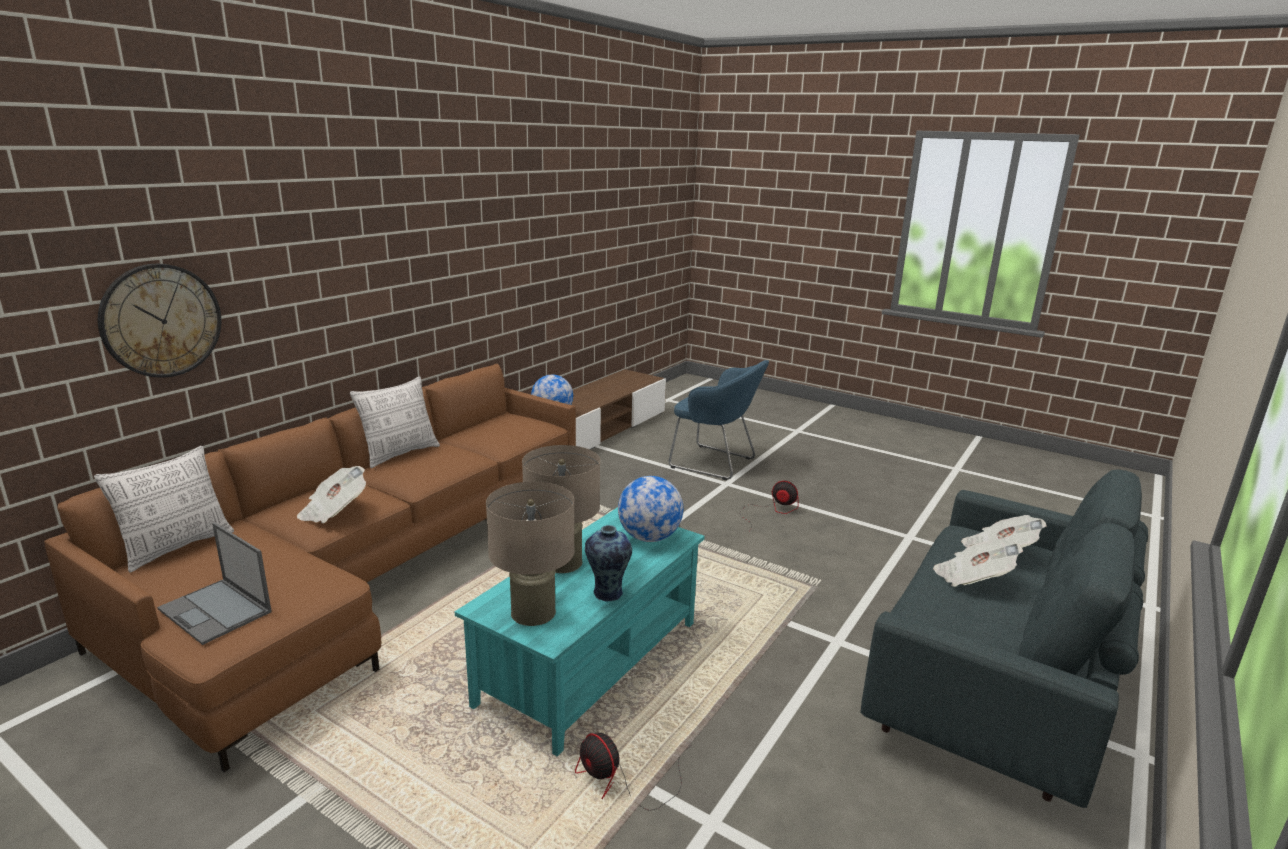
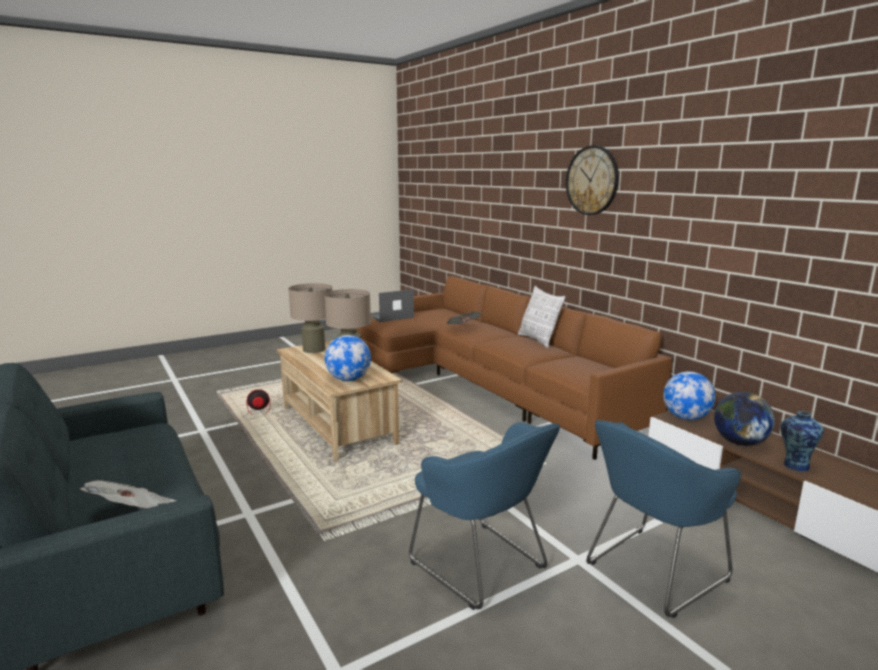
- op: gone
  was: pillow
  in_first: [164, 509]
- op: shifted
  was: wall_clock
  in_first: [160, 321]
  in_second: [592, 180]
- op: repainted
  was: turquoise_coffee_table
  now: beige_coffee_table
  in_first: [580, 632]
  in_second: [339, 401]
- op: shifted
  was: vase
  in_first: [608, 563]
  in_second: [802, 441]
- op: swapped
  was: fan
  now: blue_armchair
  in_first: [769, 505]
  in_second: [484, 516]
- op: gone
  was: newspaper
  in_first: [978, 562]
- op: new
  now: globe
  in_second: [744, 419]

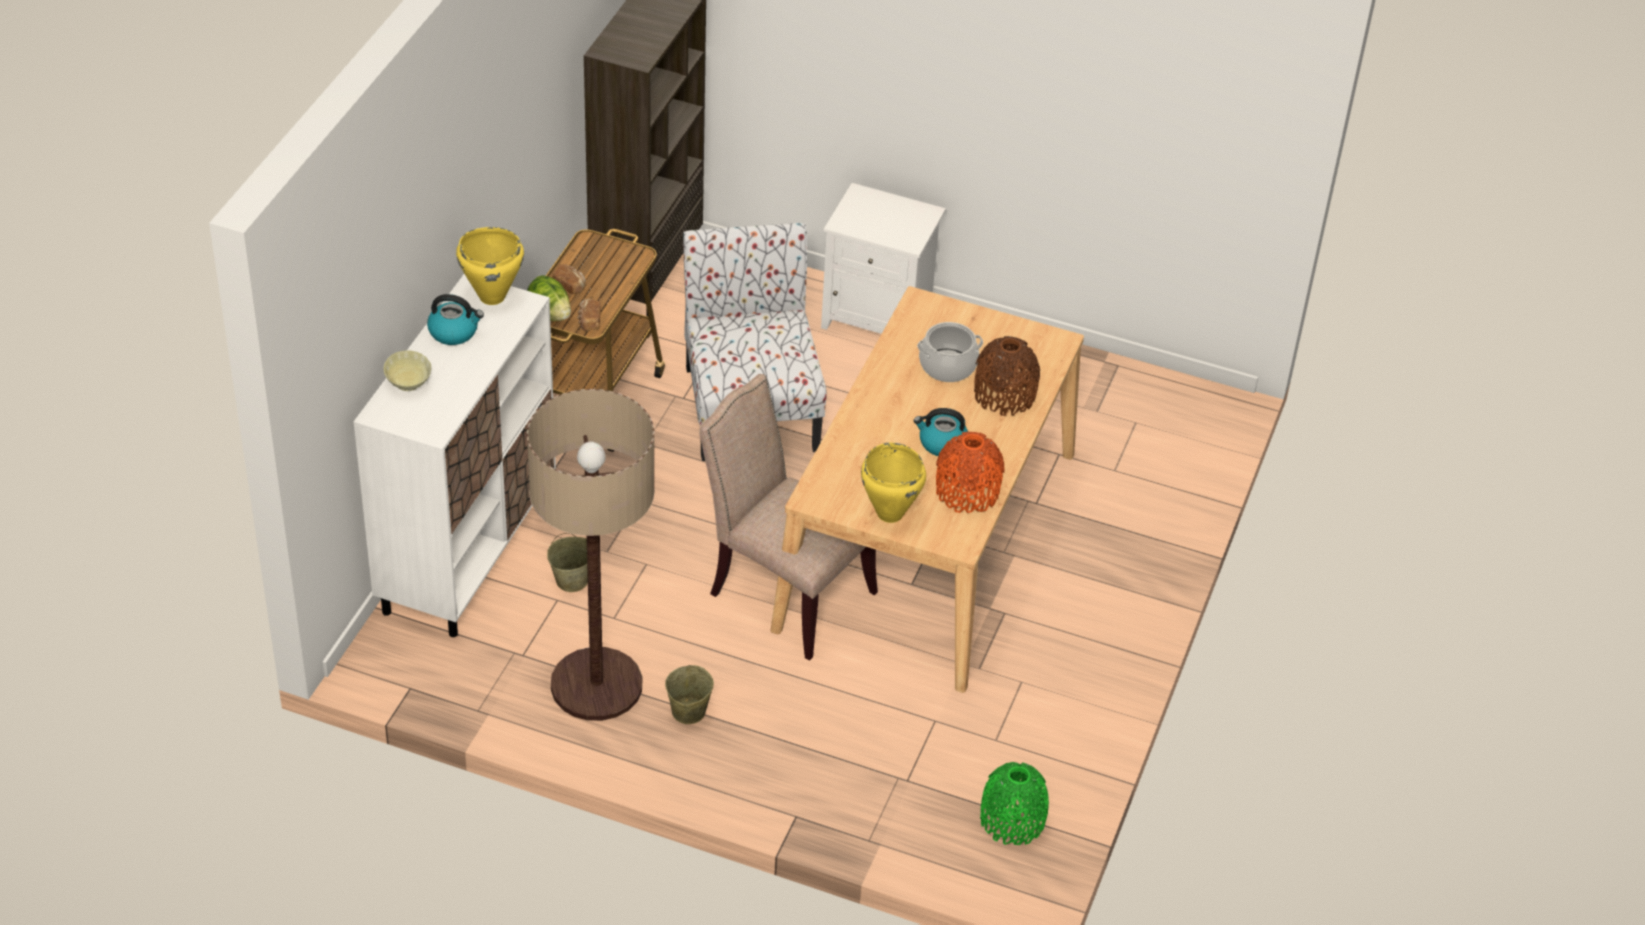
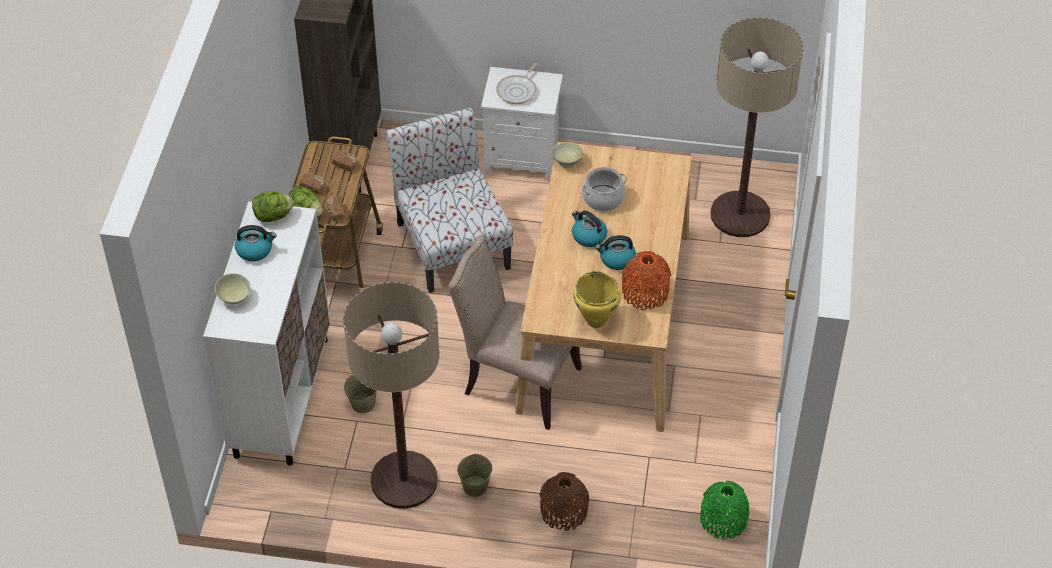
- op: swapped
  was: yellow_cooking_pot
  now: lettuce
  in_first: [490, 266]
  in_second: [273, 206]
- op: shifted
  was: brown_vase
  in_first: [1007, 376]
  in_second: [564, 501]
- op: new
  now: bread
  in_second: [345, 160]
- op: new
  now: frying_pan
  in_second: [516, 83]
- op: new
  now: beige_bowl
  in_second: [567, 155]
- op: new
  now: kettle
  in_second: [589, 229]
- op: new
  now: floor_lamp
  in_second: [756, 127]

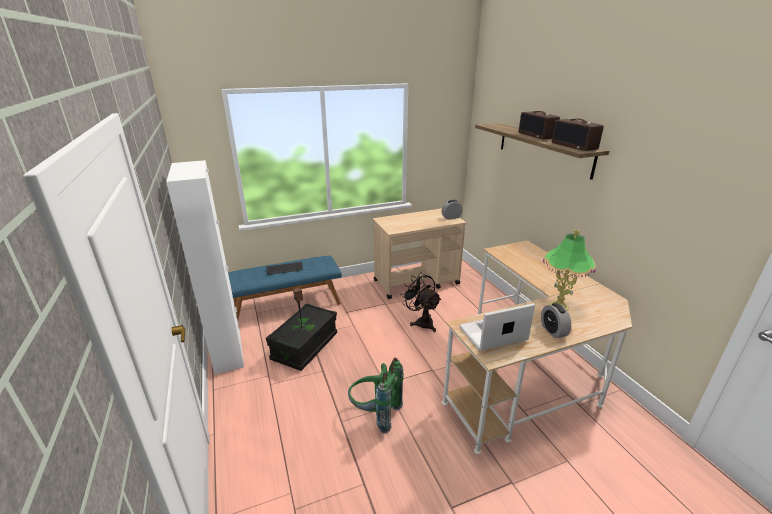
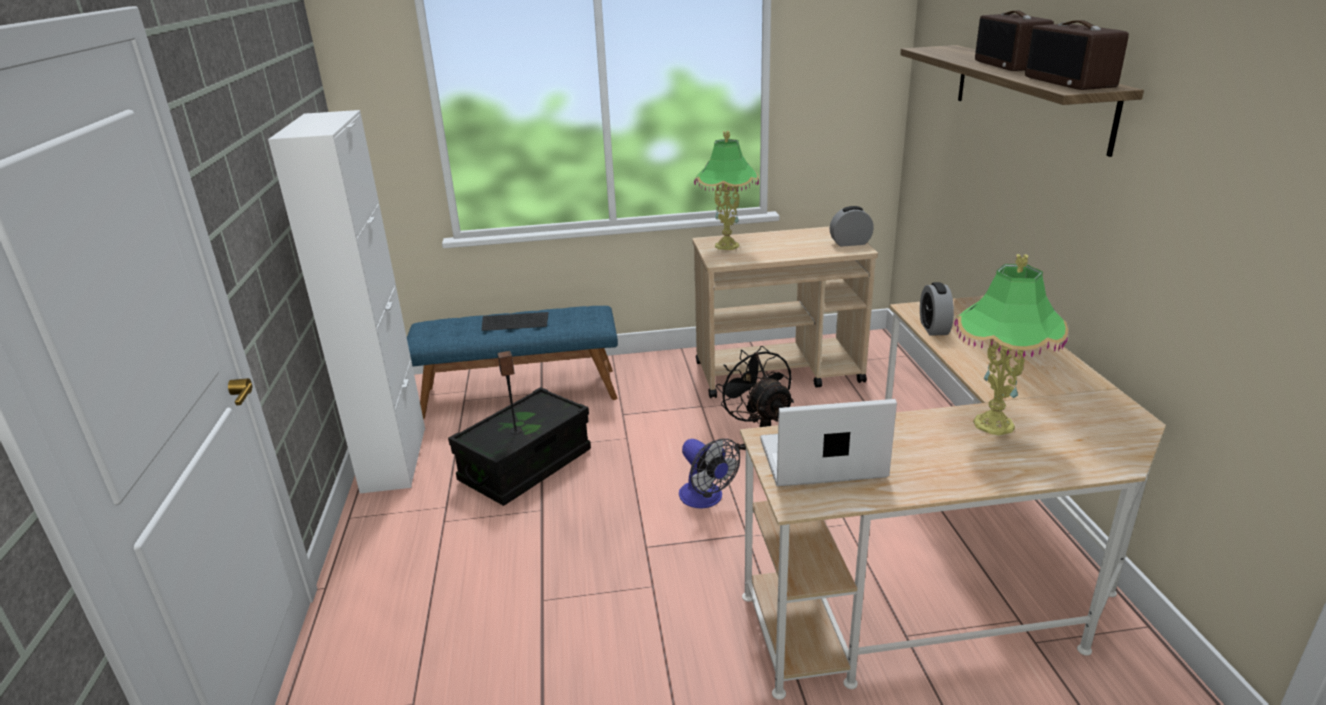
- op: gone
  was: green_backpack
  in_first: [376, 395]
- op: shifted
  was: alarm_clock
  in_first: [556, 320]
  in_second: [937, 309]
- op: new
  now: fan
  in_second: [709, 473]
- op: new
  now: table_lamp
  in_second: [726, 190]

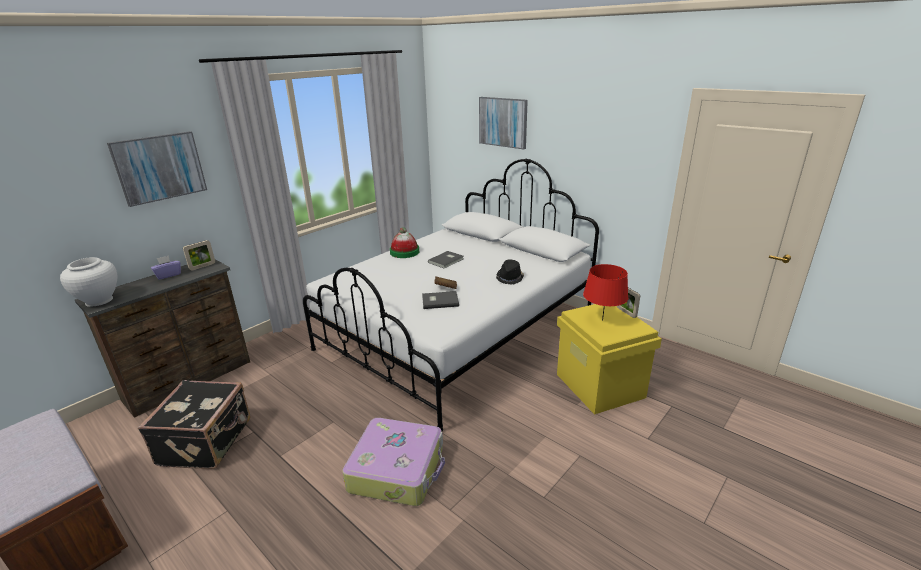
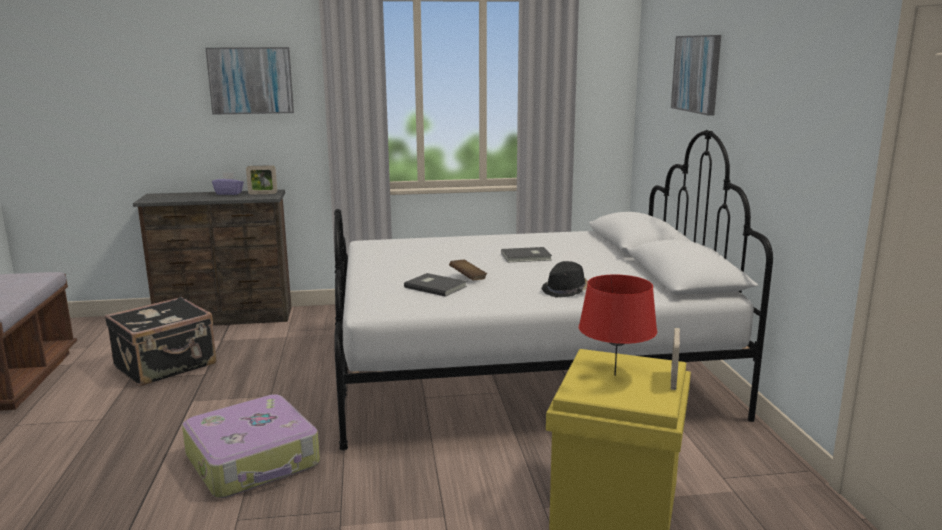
- op: gone
  was: white_vase
  in_first: [89, 282]
- op: gone
  was: hat
  in_first: [404, 242]

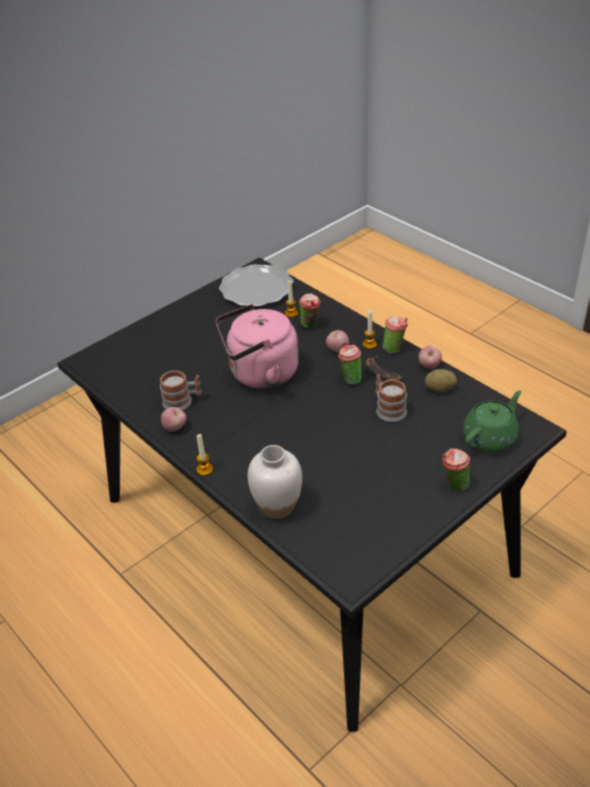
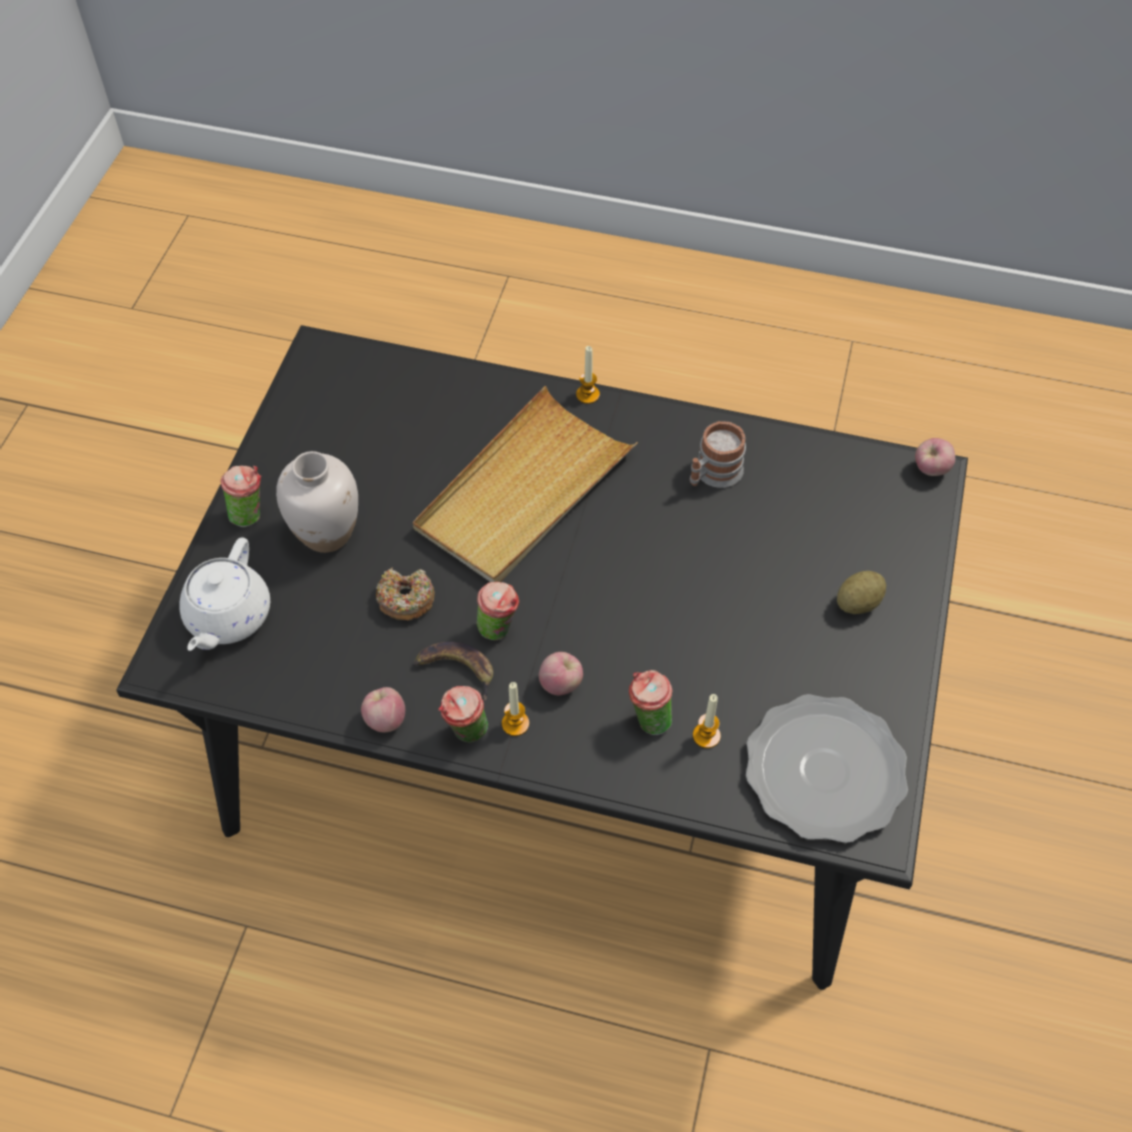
- op: shifted
  was: apple
  in_first: [174, 419]
  in_second: [935, 457]
- op: gone
  was: pink_kettle
  in_first: [257, 346]
- op: shifted
  was: white_vase
  in_first: [275, 482]
  in_second: [317, 502]
- op: swapped
  was: mug
  now: donut
  in_first: [391, 398]
  in_second: [405, 594]
- op: shifted
  was: potato
  in_first: [441, 380]
  in_second: [861, 592]
- op: repainted
  was: green_teapot
  now: white_teapot
  in_first: [492, 421]
  in_second: [224, 594]
- op: new
  now: beige_tray
  in_second: [525, 484]

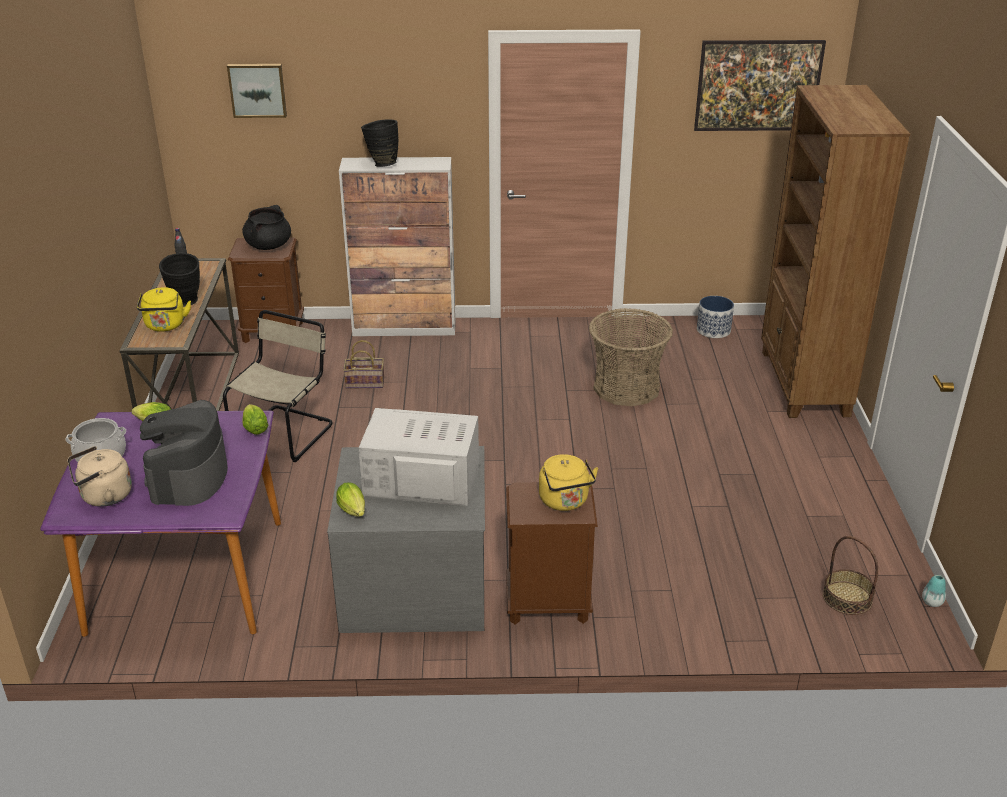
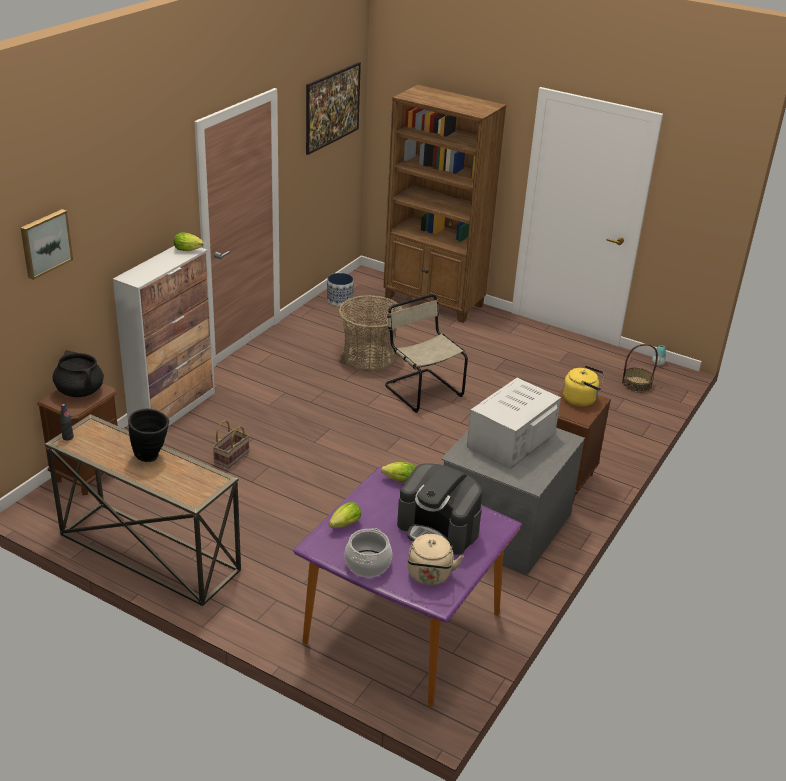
- op: gone
  was: yellow_kettle
  in_first: [164, 309]
- op: shifted
  was: beige_chair
  in_first: [278, 386]
  in_second: [426, 353]
- op: shifted
  was: lettuce
  in_first: [350, 499]
  in_second: [189, 241]
- op: gone
  was: black_vase
  in_first: [380, 143]

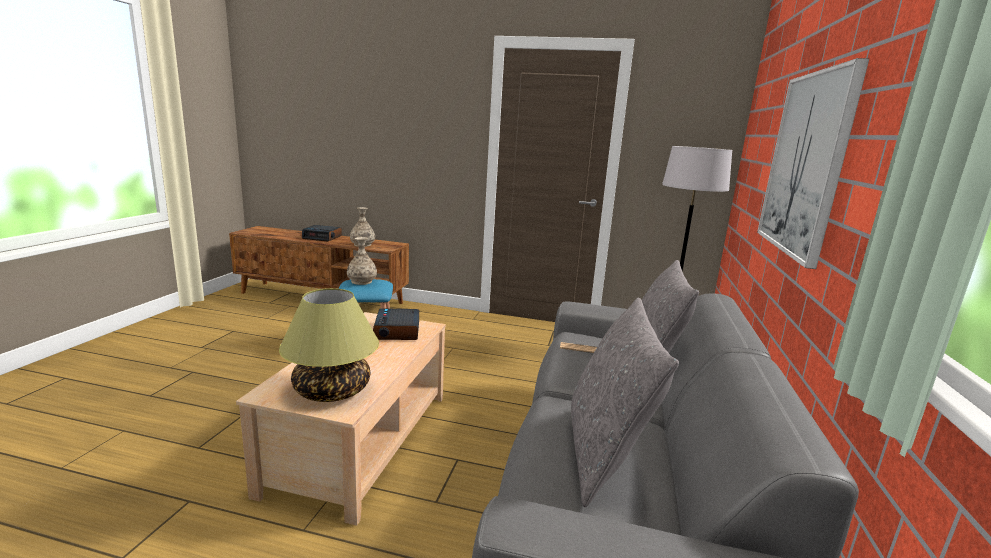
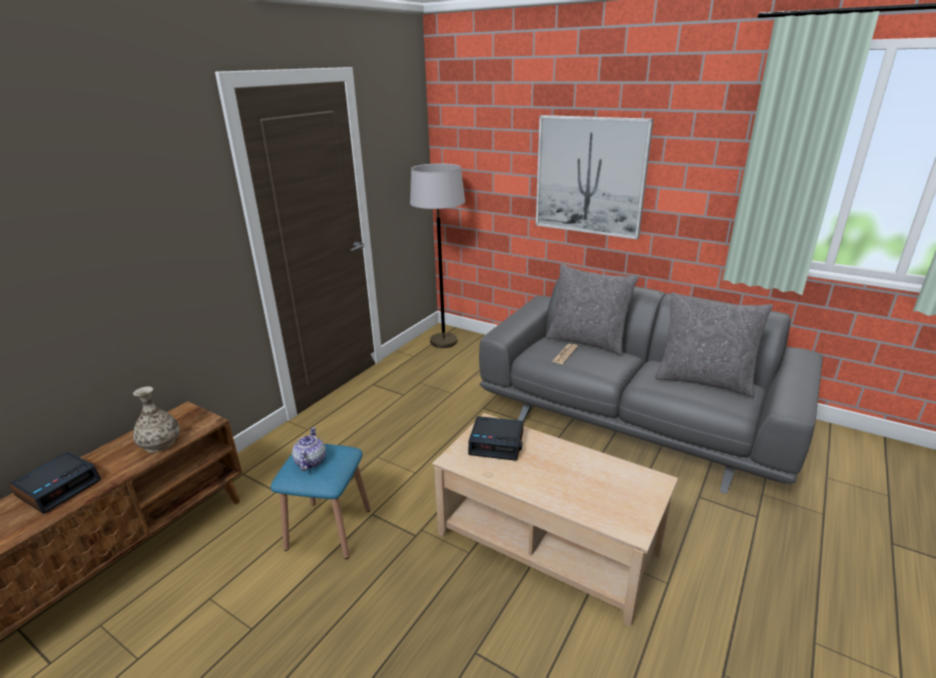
- op: gone
  was: table_lamp
  in_first: [329, 345]
- op: swapped
  was: vase
  now: teapot
  in_first: [362, 261]
  in_second: [309, 449]

